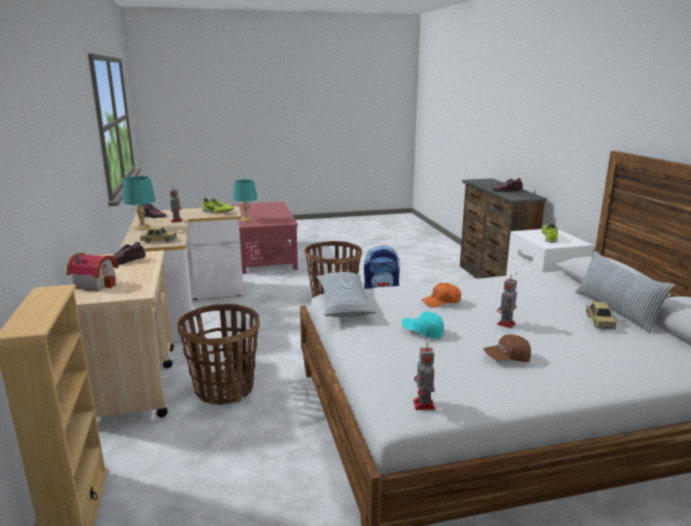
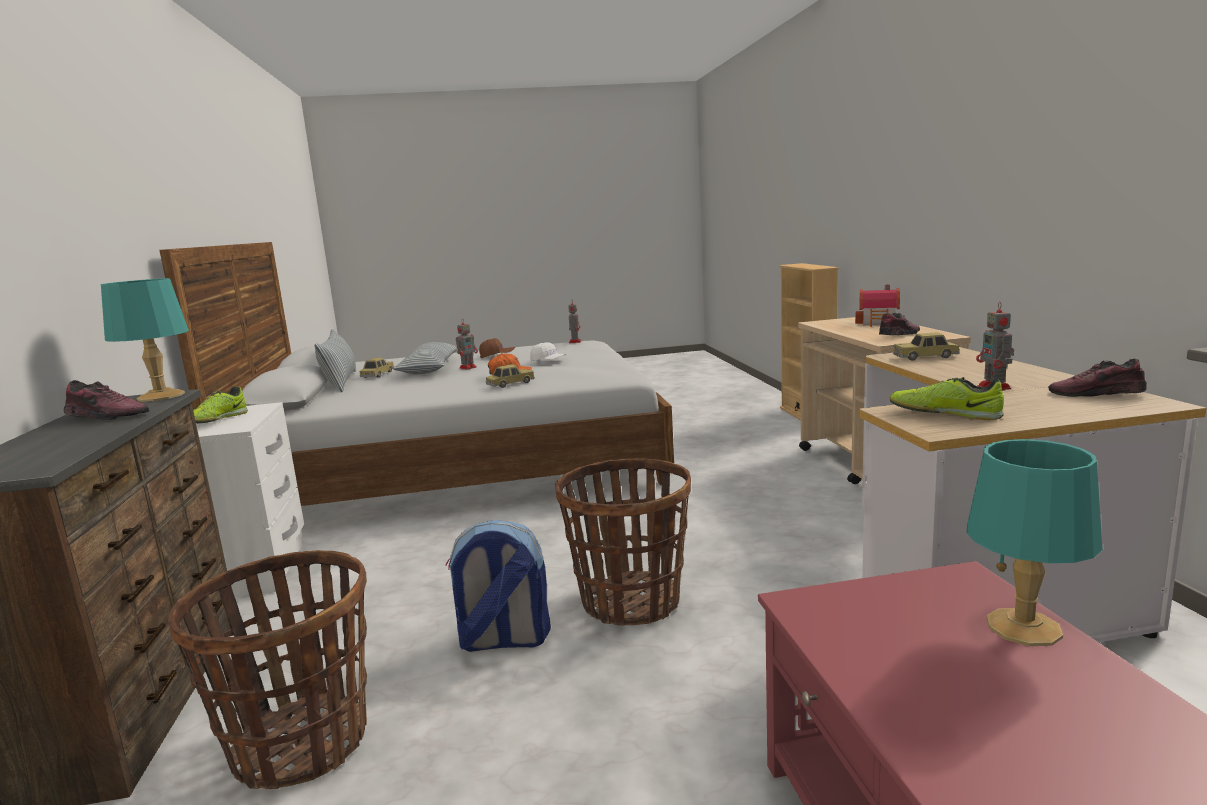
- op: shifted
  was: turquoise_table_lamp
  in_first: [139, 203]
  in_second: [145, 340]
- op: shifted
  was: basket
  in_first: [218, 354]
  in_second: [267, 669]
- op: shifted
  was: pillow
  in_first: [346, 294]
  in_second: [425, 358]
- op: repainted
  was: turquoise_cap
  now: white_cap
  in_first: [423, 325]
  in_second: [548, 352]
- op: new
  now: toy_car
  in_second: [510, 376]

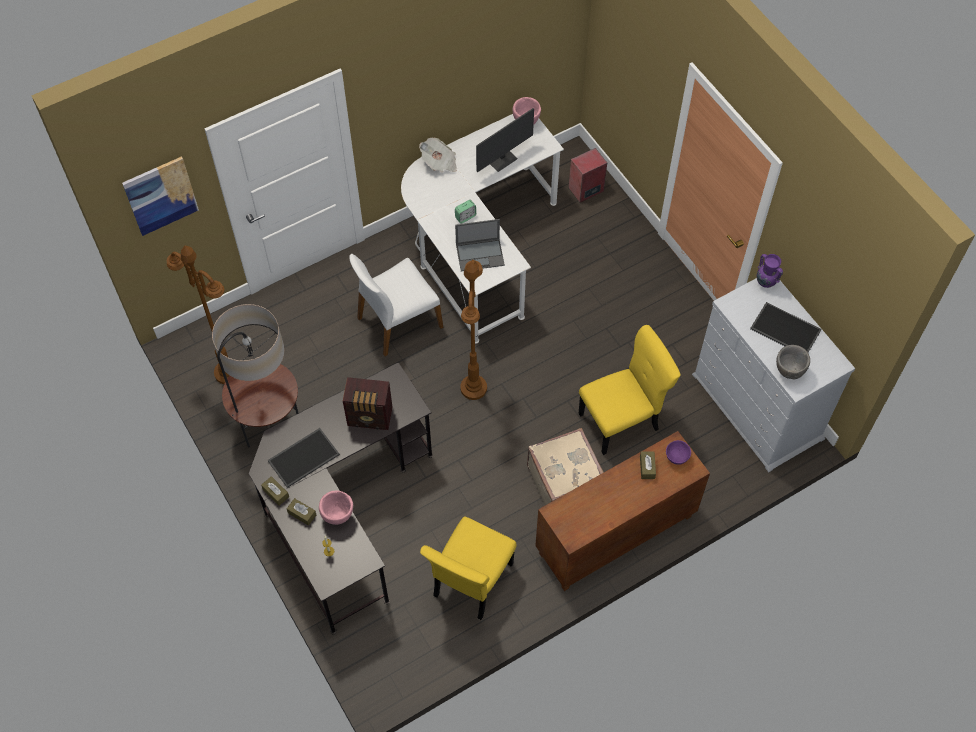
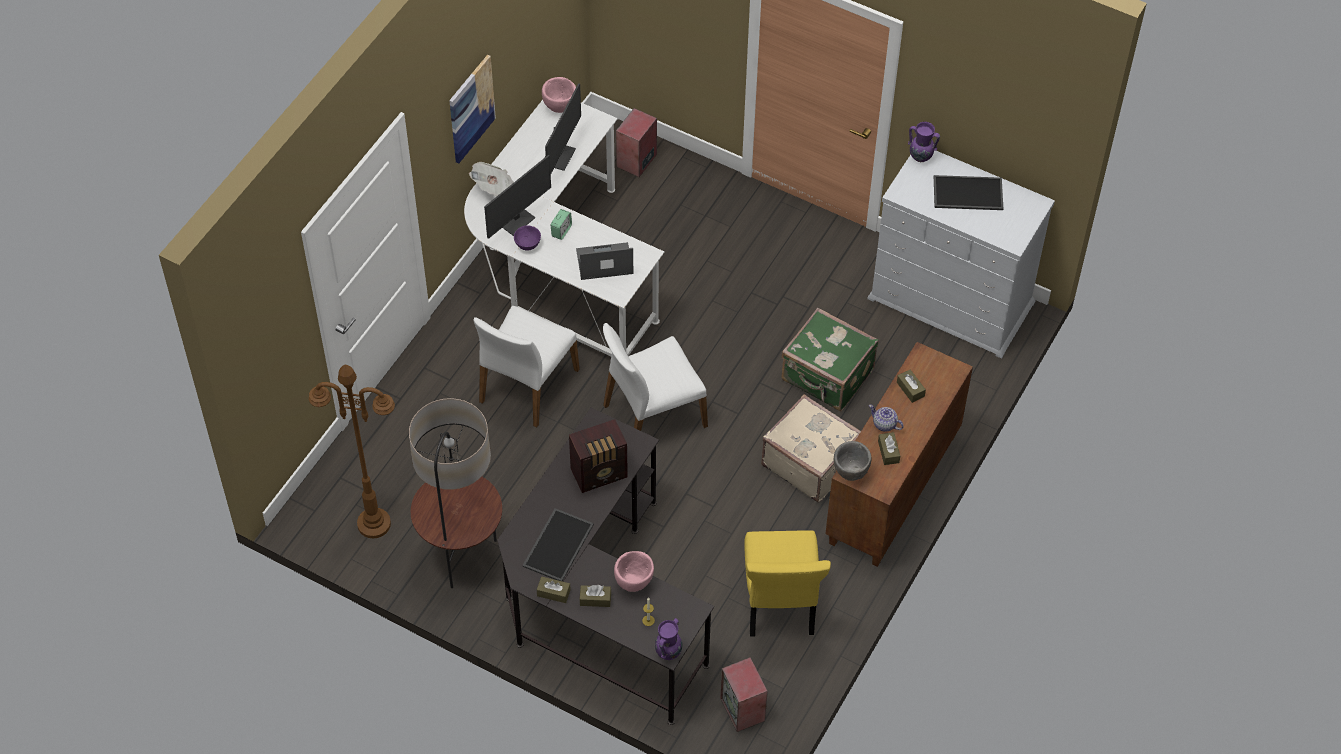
- op: shifted
  was: picture
  in_first: [160, 196]
  in_second: [472, 109]
- op: rotated
  was: laptop
  in_first: [480, 245]
  in_second: [604, 261]
  clockwise: -150
- op: swapped
  was: brown_floor_lamp
  now: white_chair
  in_first: [473, 330]
  in_second: [655, 377]
- op: swapped
  was: yellow_chair
  now: green_suitcase
  in_first: [630, 390]
  in_second: [829, 359]
- op: shifted
  was: purple_bowl
  in_first: [678, 452]
  in_second: [527, 238]
- op: shifted
  was: grey_bowl
  in_first: [793, 362]
  in_second: [853, 461]
- op: new
  now: monitor
  in_second: [517, 197]
- op: new
  now: purple_vase
  in_second: [669, 639]
- op: new
  now: speaker
  in_second: [744, 694]
- op: new
  now: teapot
  in_second: [886, 418]
- op: new
  now: brown_tissue_box
  in_second: [889, 448]

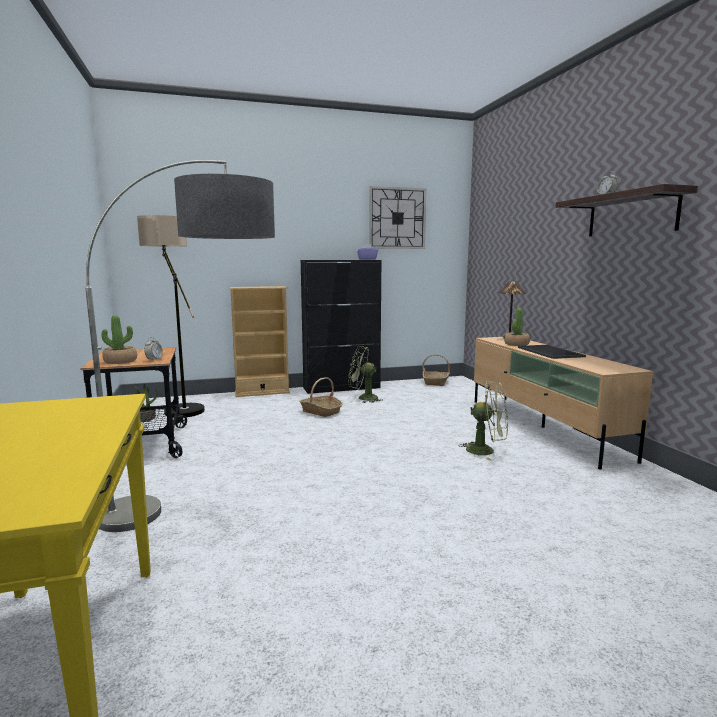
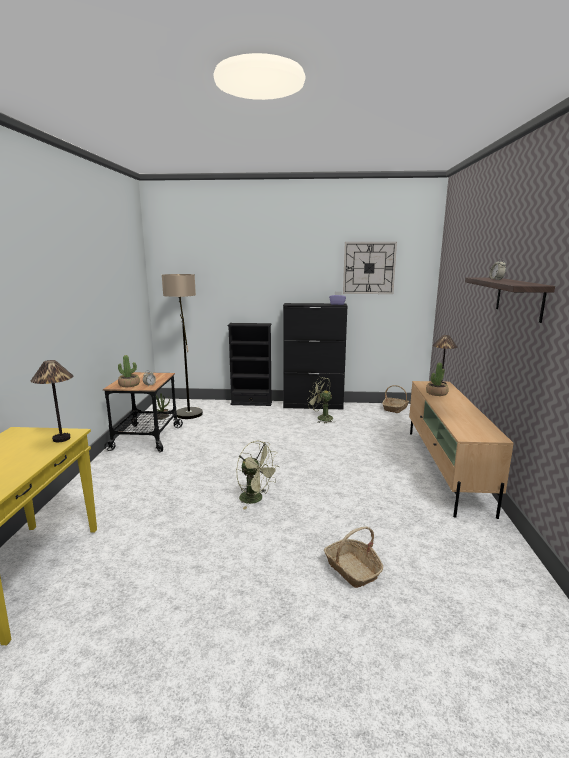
- op: gone
  was: floor_lamp
  in_first: [180, 346]
- op: repainted
  was: beige_bookcase
  now: black_bookcase
  in_first: [259, 341]
  in_second: [250, 364]
- op: shifted
  was: basket
  in_first: [321, 397]
  in_second: [353, 557]
- op: shifted
  was: green_fan
  in_first: [484, 420]
  in_second: [257, 475]
- op: gone
  was: tray
  in_first: [552, 352]
- op: new
  now: table_lamp
  in_second: [52, 401]

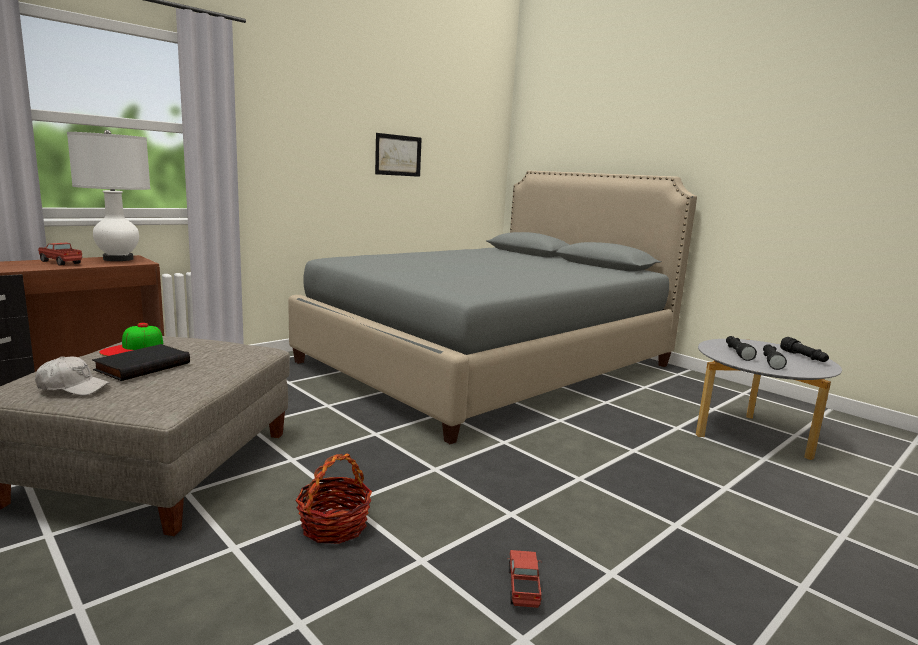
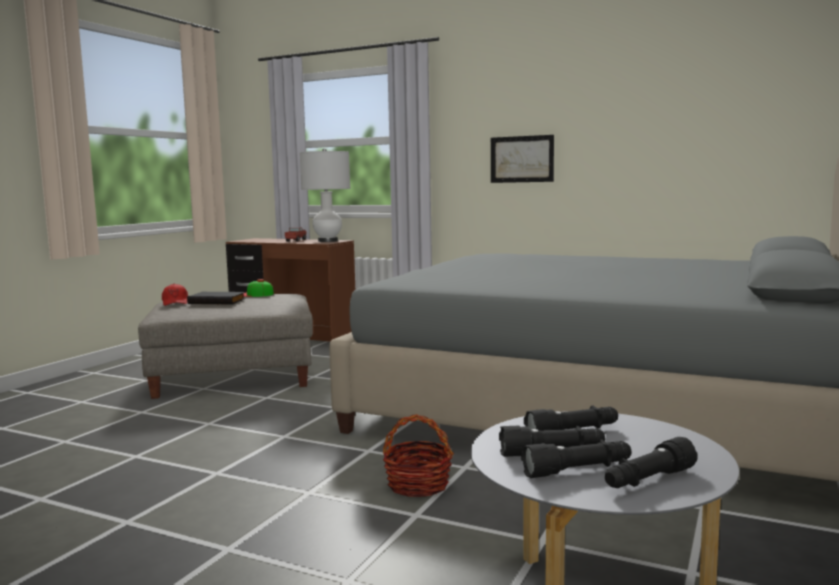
- op: repainted
  was: white_cap
  now: red_cap
  in_first: [72, 375]
  in_second: [175, 294]
- op: shifted
  was: basket
  in_first: [333, 498]
  in_second: [418, 455]
- op: shifted
  was: picture
  in_first: [398, 155]
  in_second: [522, 159]
- op: gone
  was: toy_truck
  in_first: [524, 579]
- op: new
  now: black_flashlight
  in_second: [576, 458]

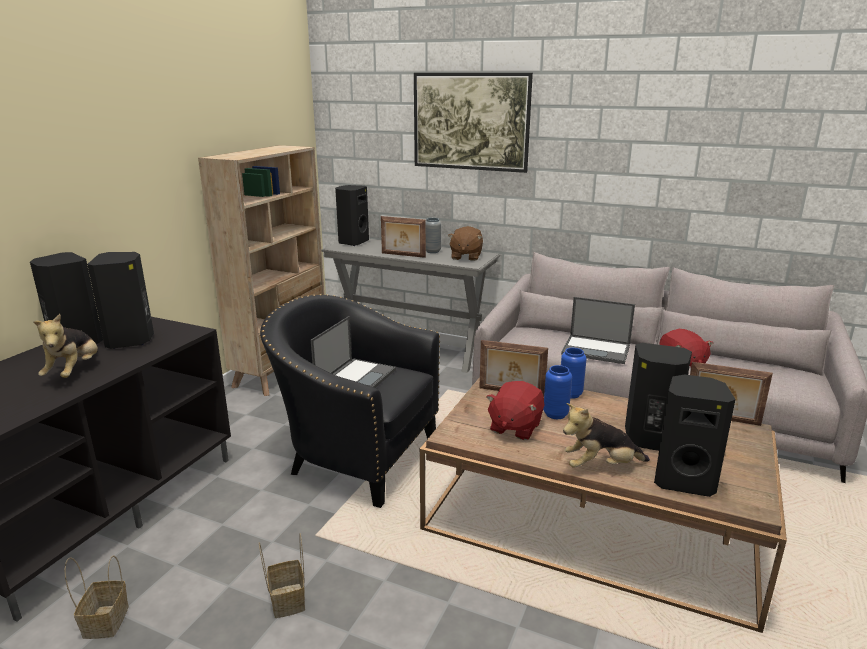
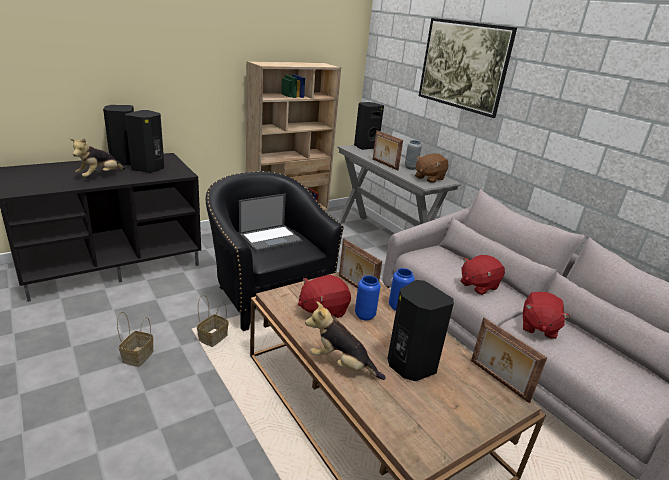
- op: shifted
  was: basket
  in_first: [96, 597]
  in_second: [213, 320]
- op: swapped
  was: laptop
  now: red_plush_toy
  in_first: [598, 330]
  in_second: [482, 275]
- op: gone
  was: black_speaker
  in_first: [694, 436]

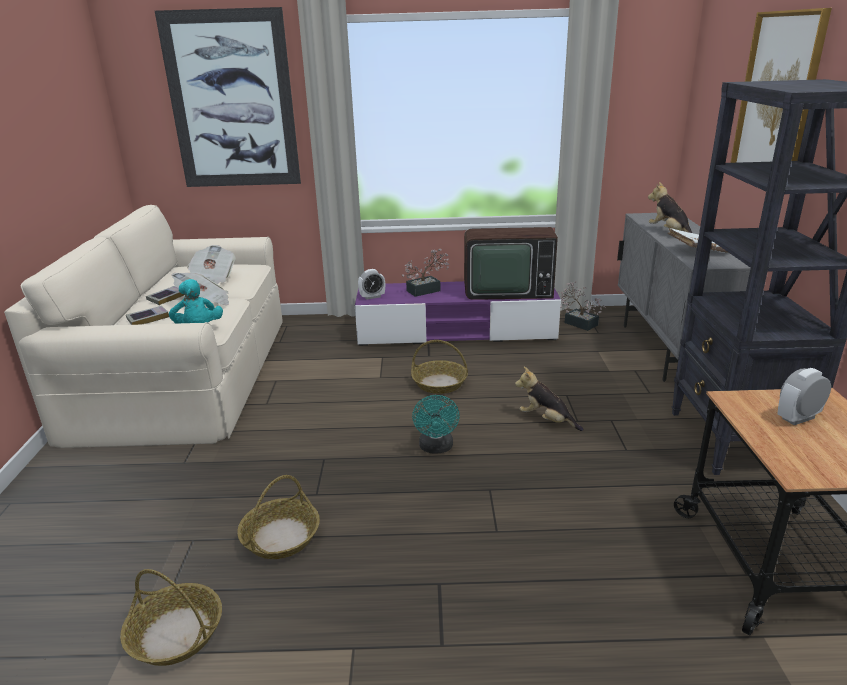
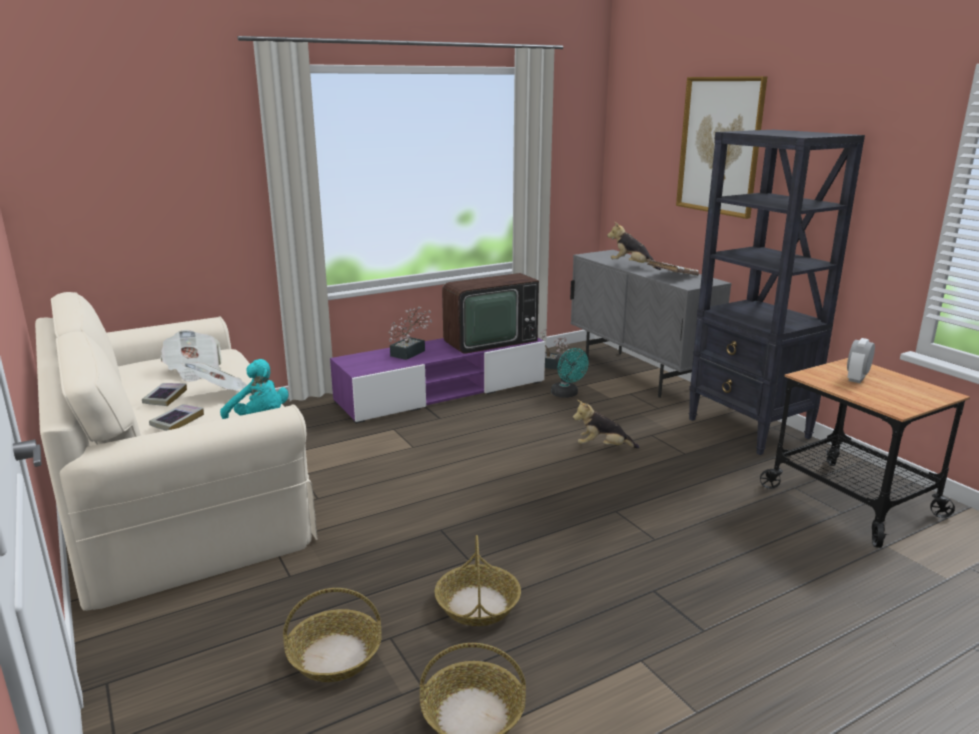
- op: gone
  was: picture
  in_first: [228, 97]
- op: gone
  was: alarm_clock
  in_first: [371, 284]
- op: shifted
  was: basket
  in_first: [439, 367]
  in_second: [332, 635]
- op: shifted
  was: turquoise_fan
  in_first: [436, 424]
  in_second: [570, 373]

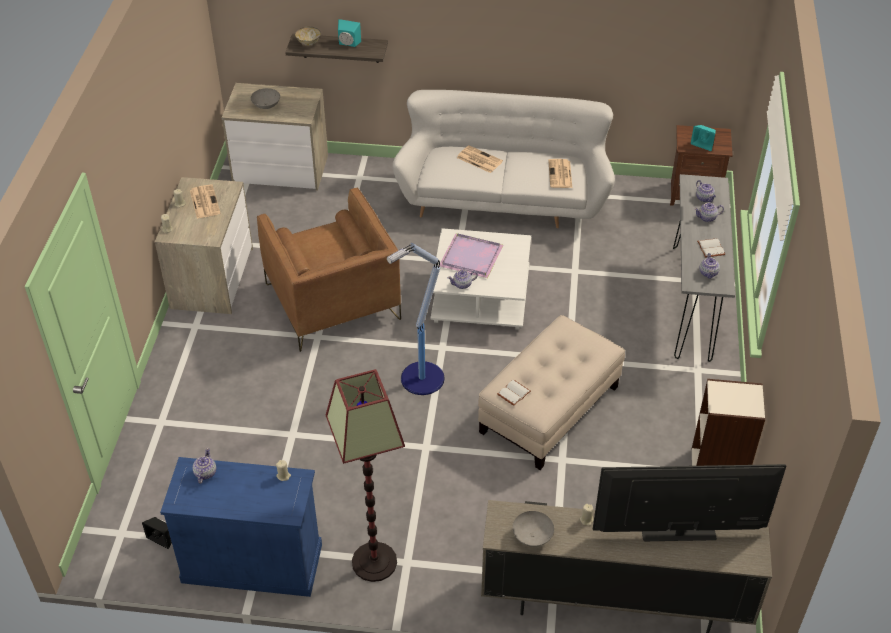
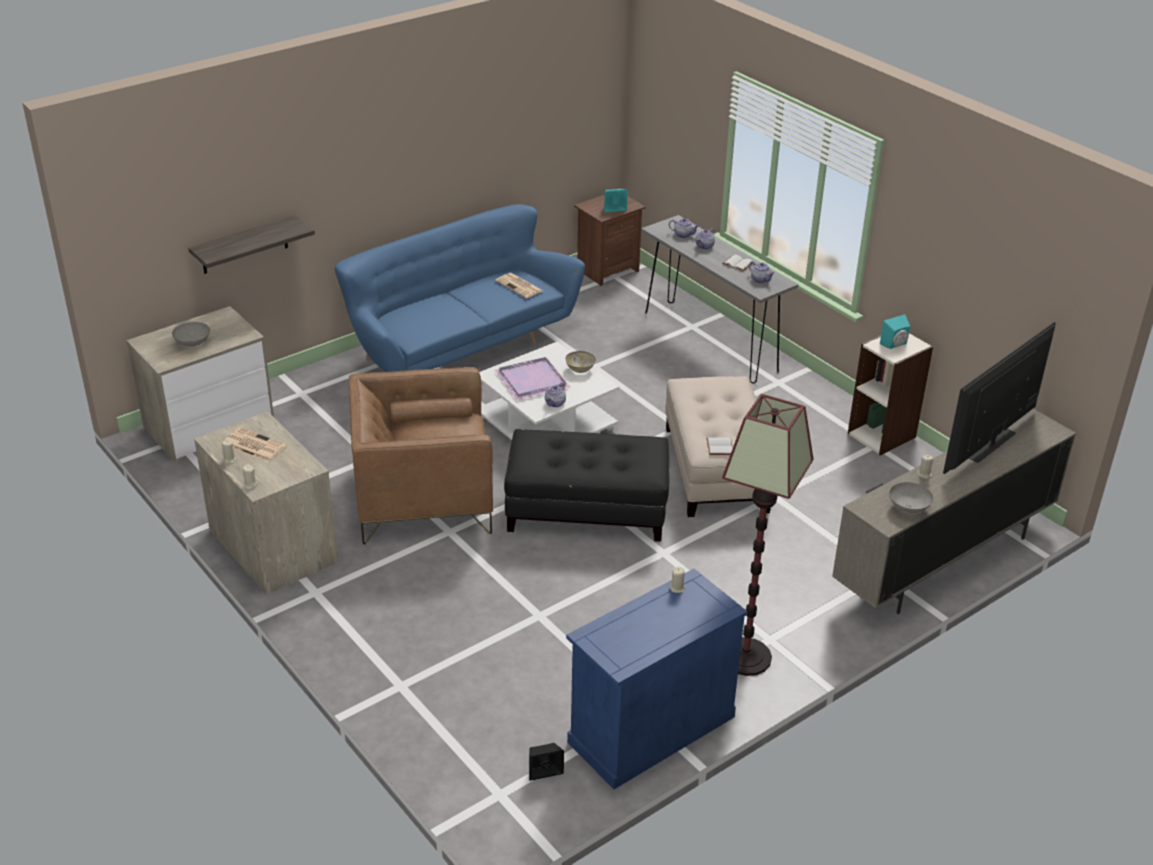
- op: gone
  was: teapot
  in_first: [204, 466]
- op: rotated
  was: brown_armchair
  in_first: [329, 269]
  in_second: [421, 455]
  clockwise: 150
- op: shifted
  was: bowl
  in_first: [308, 36]
  in_second: [581, 362]
- op: shifted
  was: turquoise_speaker
  in_first: [349, 33]
  in_second: [895, 331]
- op: swapped
  was: floor_lamp
  now: black_ottoman
  in_first: [415, 319]
  in_second: [586, 485]
- op: repainted
  was: white_sofa
  now: blue_sofa
  in_first: [503, 159]
  in_second: [460, 288]
- op: gone
  was: newspaper
  in_first: [480, 159]

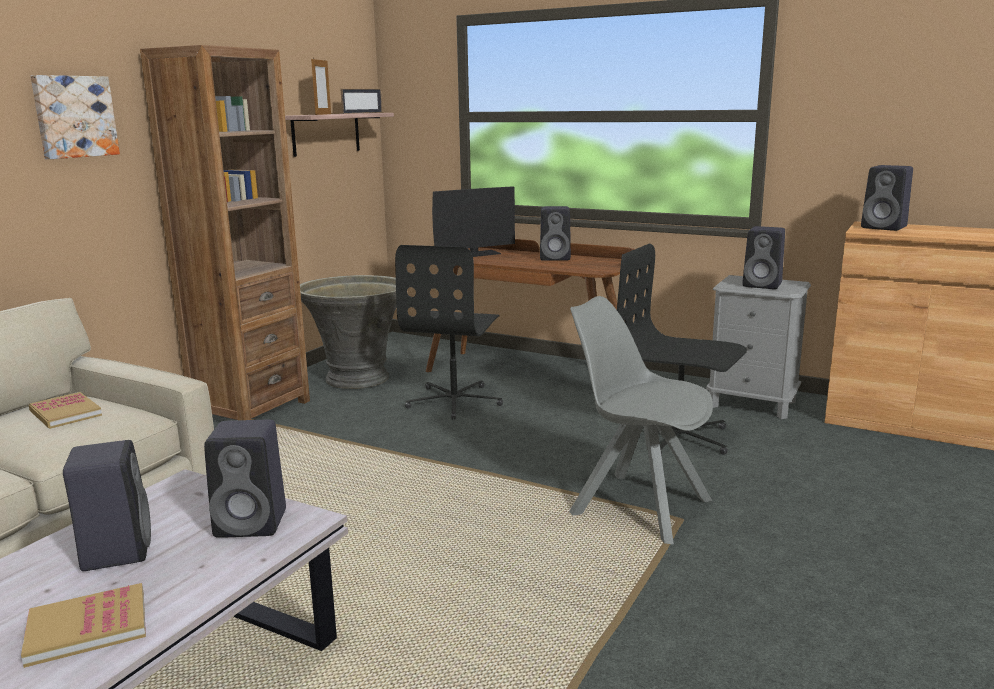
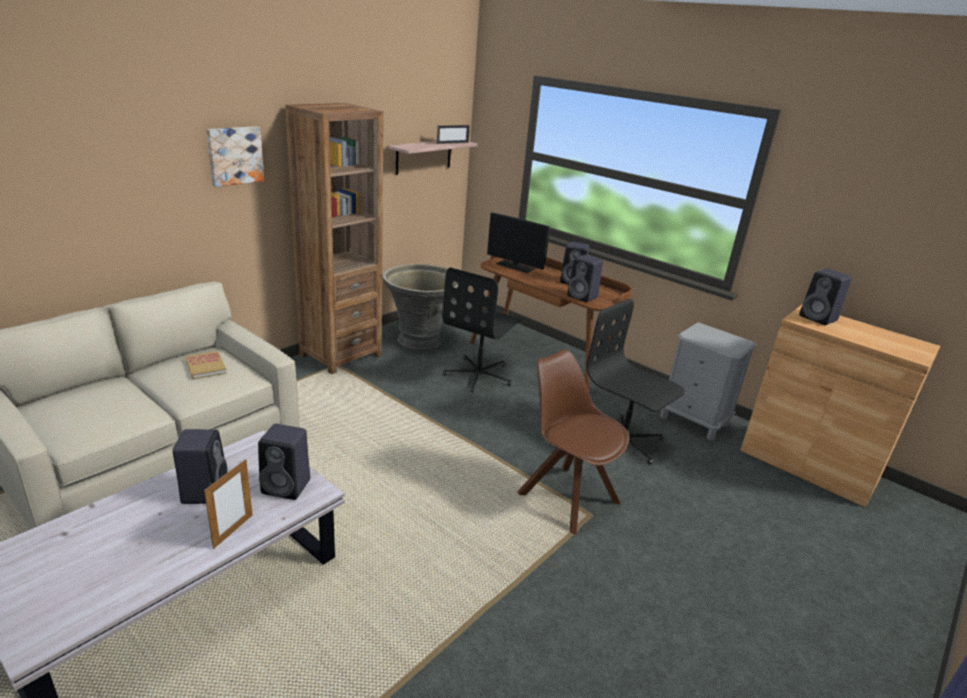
- op: gone
  was: book
  in_first: [83, 625]
- op: shifted
  was: picture_frame
  in_first: [321, 86]
  in_second: [228, 504]
- op: rotated
  was: monitor
  in_first: [473, 222]
  in_second: [518, 242]
  clockwise: 45
- op: repainted
  was: grey_chair
  now: brown_chair
  in_first: [641, 420]
  in_second: [573, 442]
- op: shifted
  was: black_speaker
  in_first: [763, 257]
  in_second: [585, 278]

